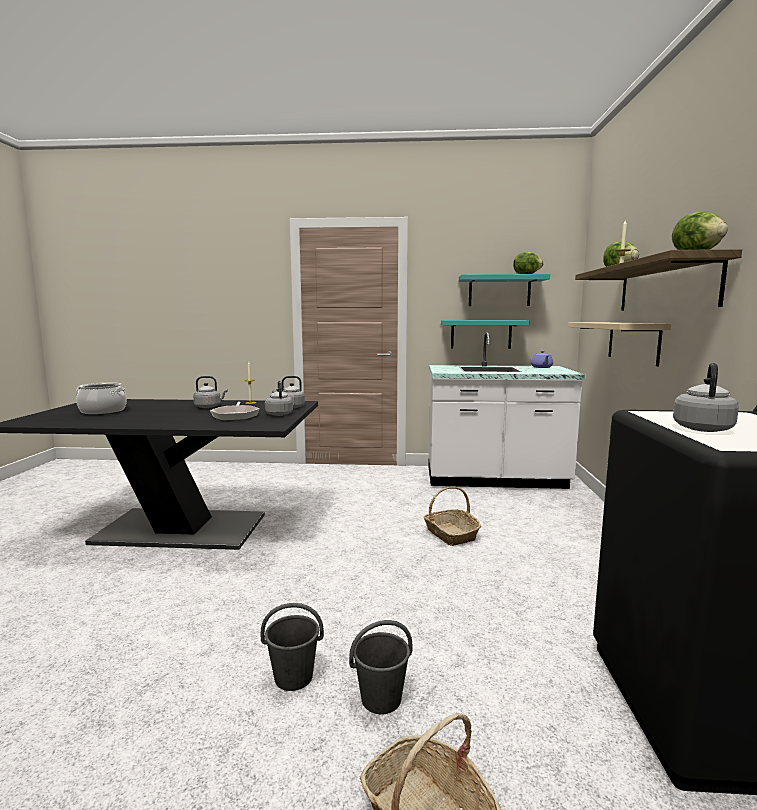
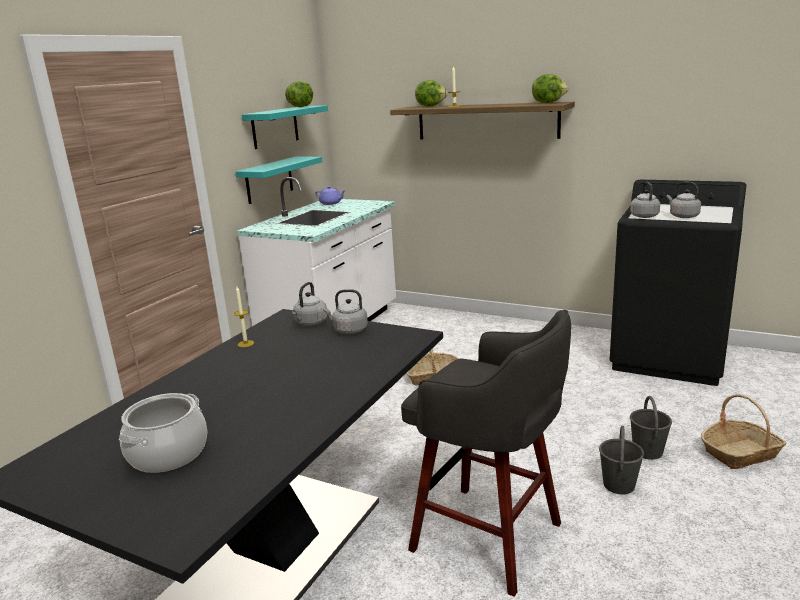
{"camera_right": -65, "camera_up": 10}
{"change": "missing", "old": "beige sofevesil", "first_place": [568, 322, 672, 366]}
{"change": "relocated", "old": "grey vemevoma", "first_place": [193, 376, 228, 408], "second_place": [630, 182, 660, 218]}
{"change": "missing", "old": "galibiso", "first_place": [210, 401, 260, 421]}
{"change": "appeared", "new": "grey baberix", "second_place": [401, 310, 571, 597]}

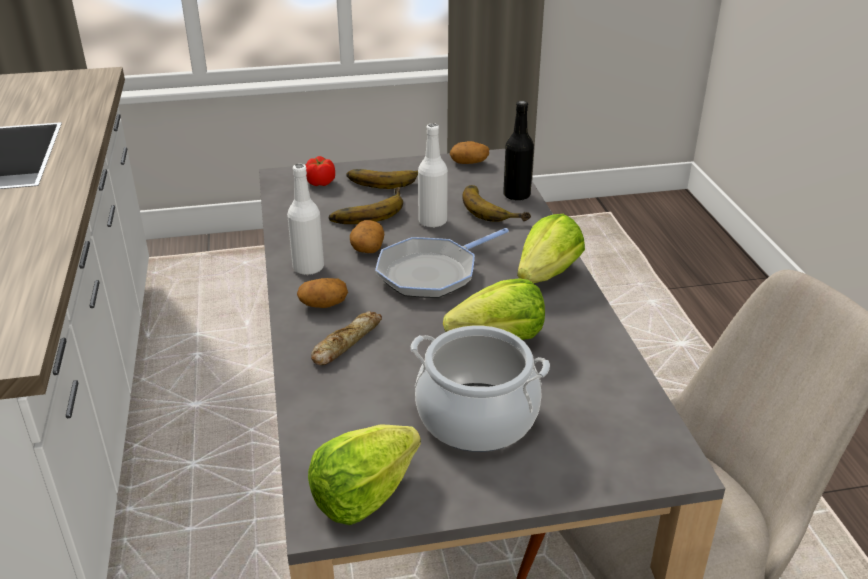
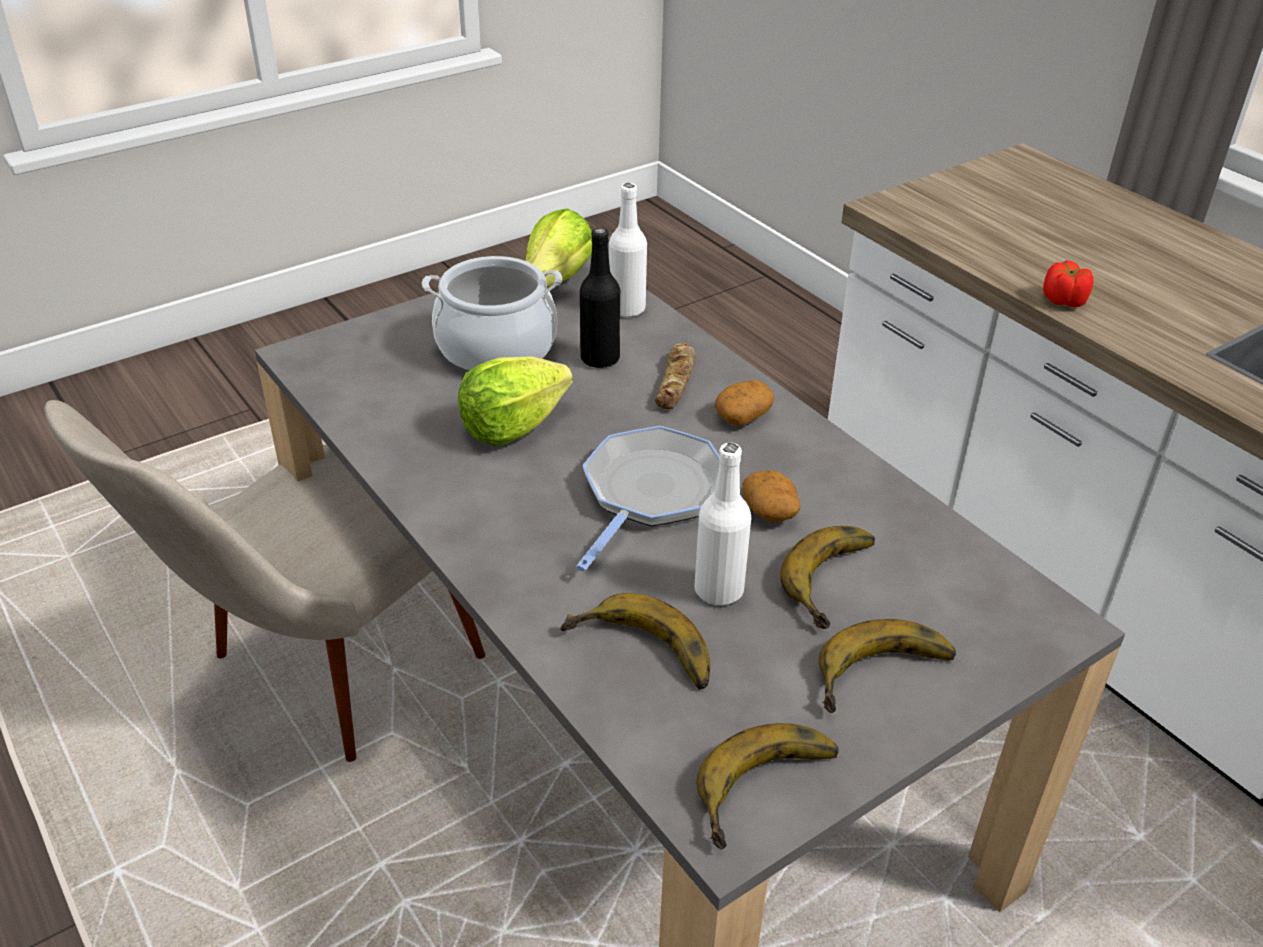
{"camera_right": 155, "camera_up": 5}
{"change": "relocated", "old": "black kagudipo", "first_place": [503, 101, 534, 201], "second_place": [580, 228, 620, 368]}
{"change": "exchanged", "old": "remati", "new": "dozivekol", "first_place": [450, 141, 489, 164], "second_place": [697, 723, 839, 849]}
{"change": "relocated", "old": "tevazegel", "first_place": [305, 156, 335, 186], "second_place": [1043, 260, 1094, 308]}
{"change": "relocated", "old": "white kagudipo", "first_place": [287, 164, 324, 275], "second_place": [609, 183, 647, 317]}
{"change": "missing", "old": "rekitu", "first_place": [517, 214, 585, 283]}

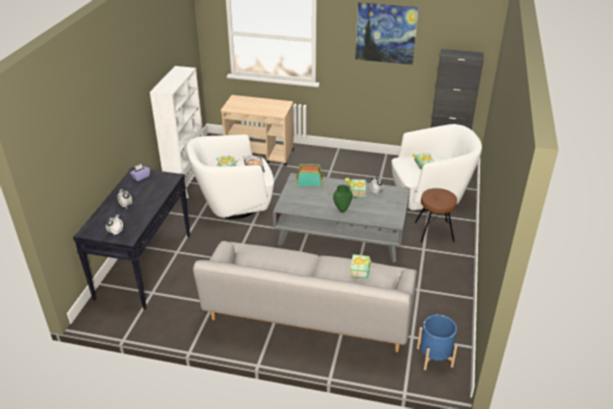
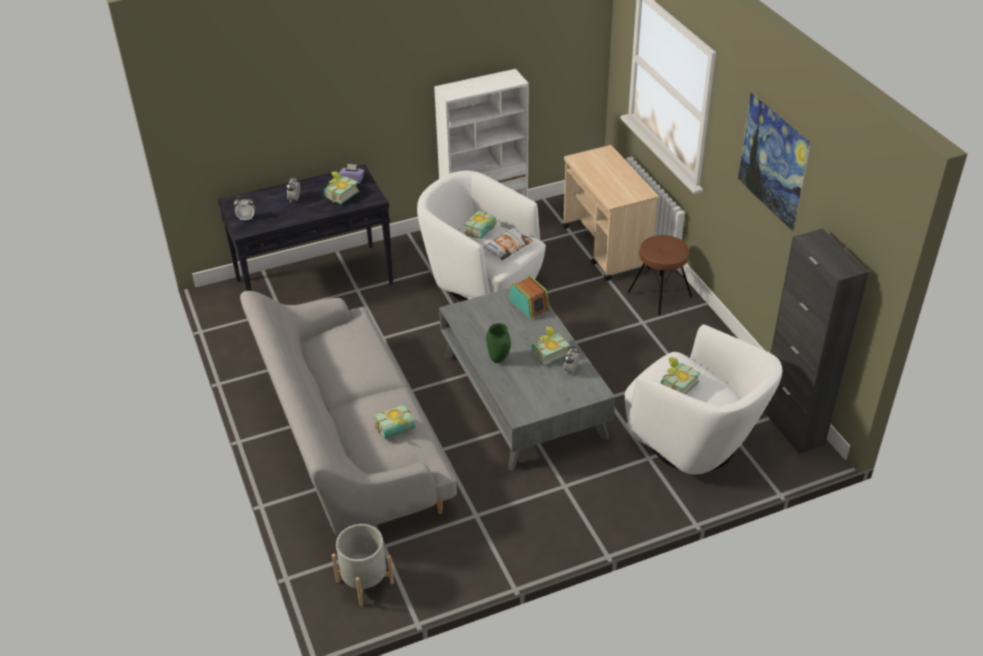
{"camera_right": 55, "camera_up": 5}
{"change": "relocated", "old": "brown baberix", "first_place": [415, 188, 457, 243], "second_place": [627, 235, 693, 316]}
{"change": "colour", "old": "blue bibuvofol", "new": "grey bibuvofol", "first_place": [417, 315, 457, 370], "second_place": [332, 524, 394, 606]}
{"change": "appeared", "new": "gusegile", "second_place": [324, 171, 359, 204]}

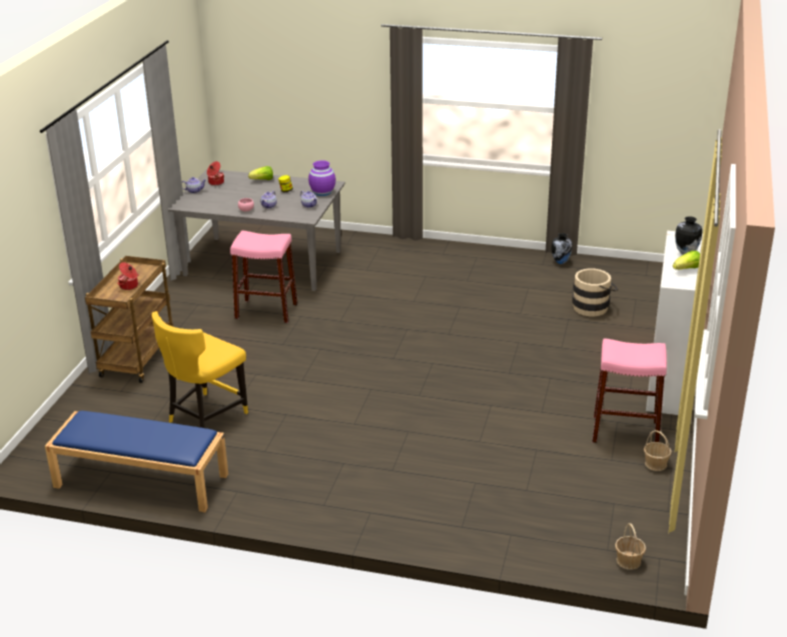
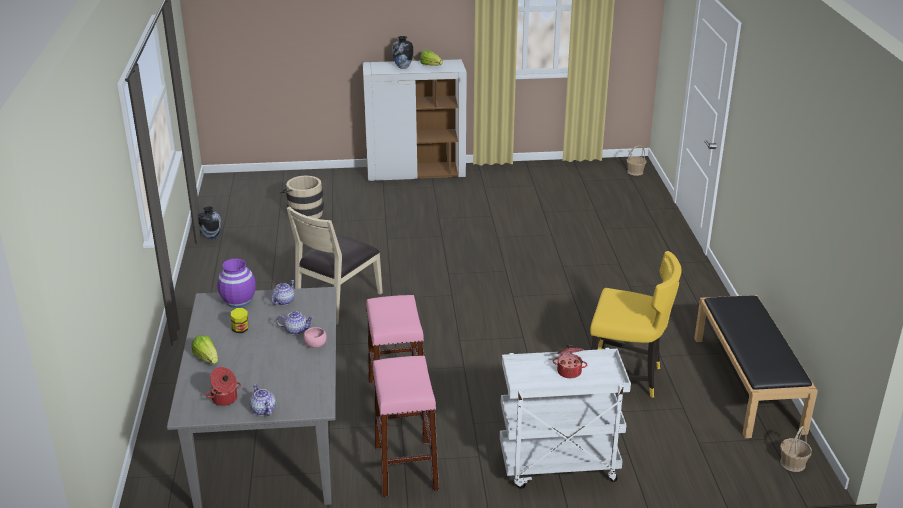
{"camera_right": -110, "camera_up": 0}
{"change": "colour", "old": "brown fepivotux", "new": "white fepivotux", "first_place": [85, 256, 174, 383], "second_place": [500, 348, 631, 489]}
{"change": "relocated", "old": "pink baberix", "first_place": [592, 338, 667, 443], "second_place": [373, 356, 439, 497]}
{"change": "colour", "old": "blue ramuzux", "new": "black ramuzux", "first_place": [45, 411, 228, 512], "second_place": [694, 295, 818, 438]}
{"change": "relocated", "old": "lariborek", "first_place": [644, 430, 672, 471], "second_place": [780, 426, 812, 472]}
{"change": "appeared", "new": "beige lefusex", "second_place": [287, 207, 383, 325]}

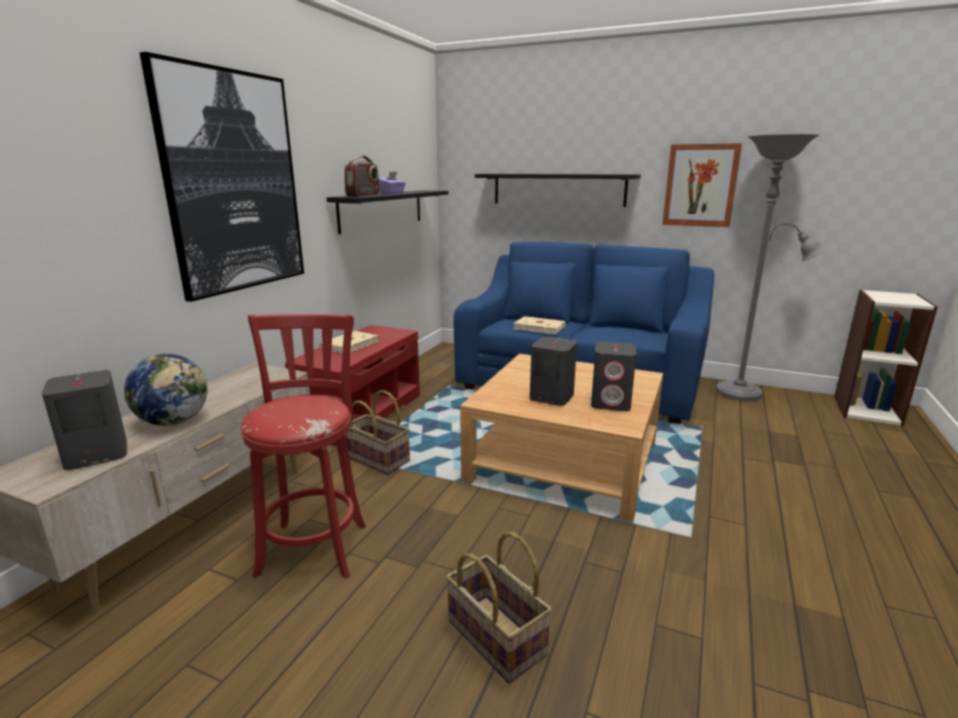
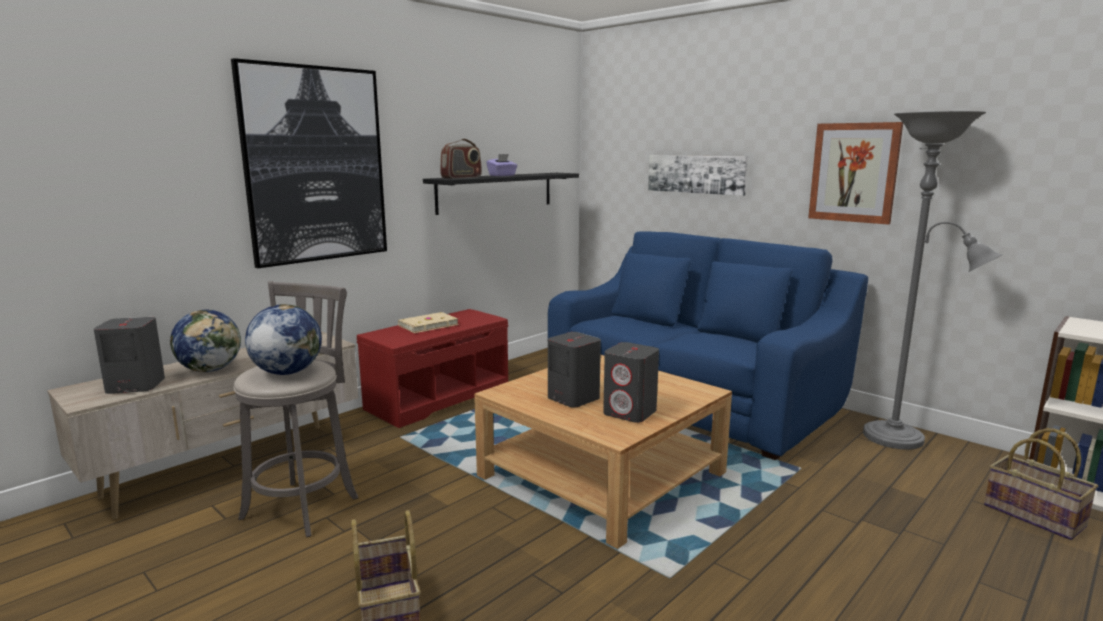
{"camera_right": 20, "camera_up": -5}
{"change": "exchanged", "old": "black sofevesil", "new": "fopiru", "first_place": [475, 174, 641, 207], "second_place": [648, 155, 748, 196]}
{"change": "colour", "old": "red baberix", "new": "grey baberix", "first_place": [241, 314, 366, 578], "second_place": [233, 281, 358, 537]}
{"change": "missing", "old": "beige gusegile", "first_place": [513, 316, 566, 334]}
{"change": "relocated", "old": "lariborek", "first_place": [345, 390, 410, 475], "second_place": [984, 428, 1098, 540]}
{"change": "appeared", "new": "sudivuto", "second_place": [245, 304, 322, 375]}

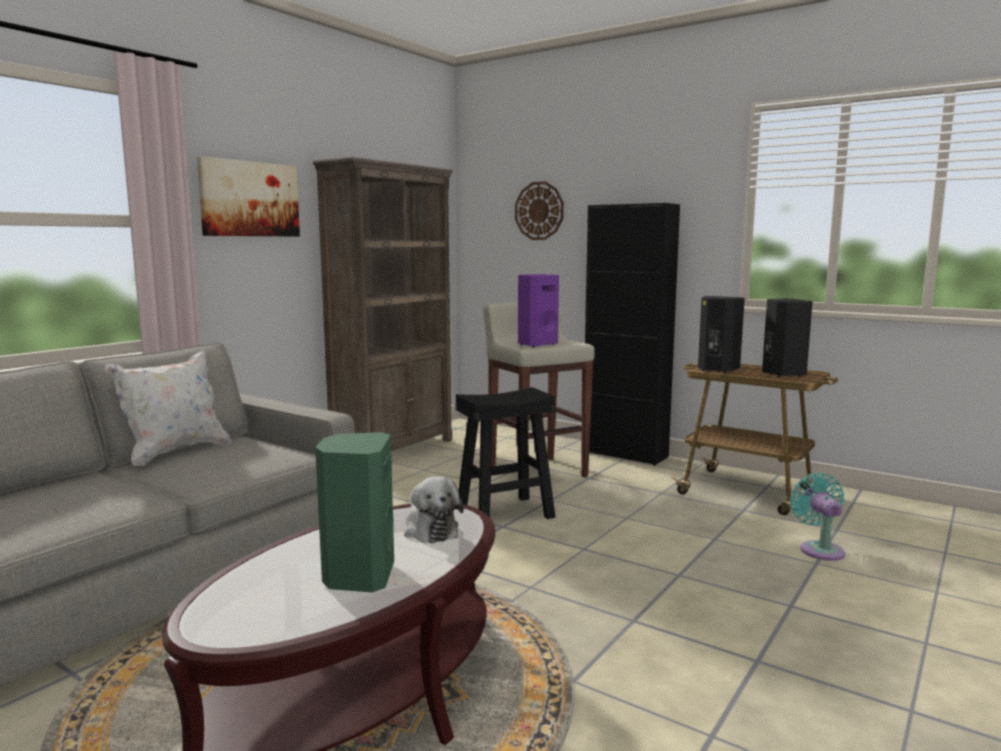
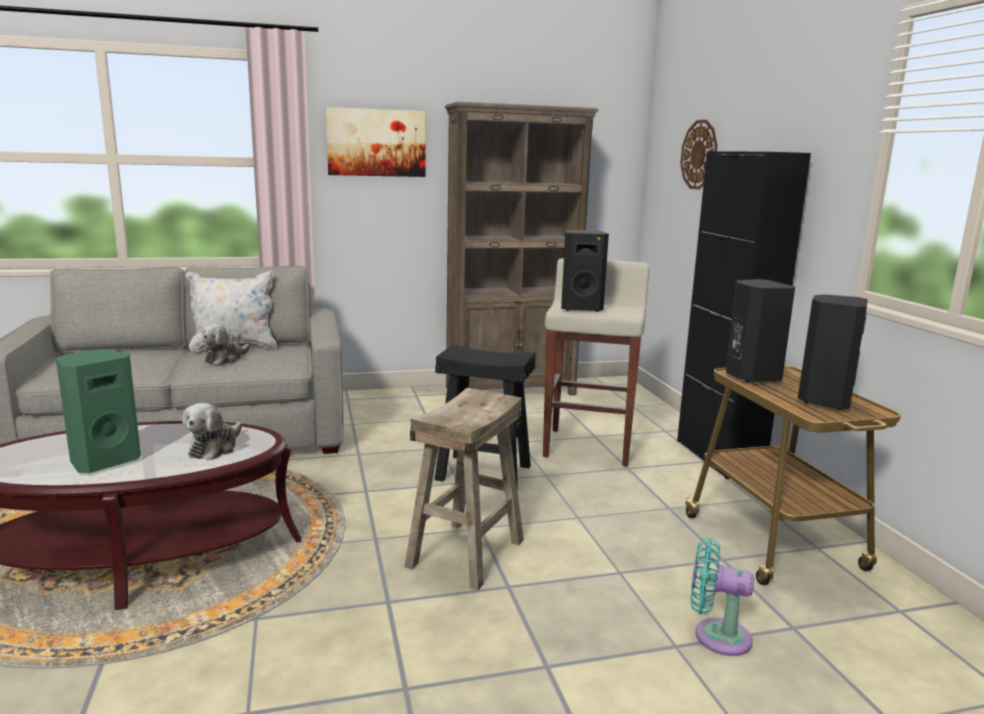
{"camera_right": 40, "camera_up": 5}
{"change": "colour", "old": "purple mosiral", "new": "black mosiral", "first_place": [518, 274, 559, 347], "second_place": [561, 230, 609, 312]}
{"change": "spun", "old": "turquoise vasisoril", "first_place": [790, 473, 845, 561], "second_place": [690, 538, 754, 656], "degrees": -105}
{"change": "appeared", "new": "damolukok", "second_place": [201, 324, 250, 365]}
{"change": "appeared", "new": "beige baberix", "second_place": [404, 388, 524, 590]}

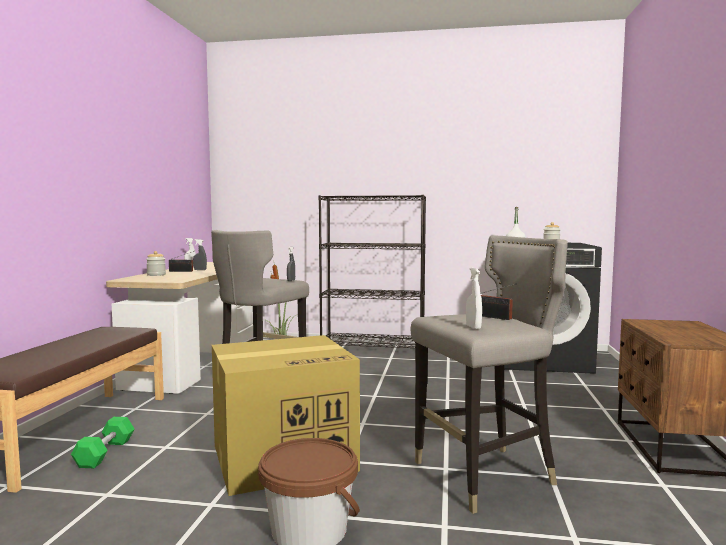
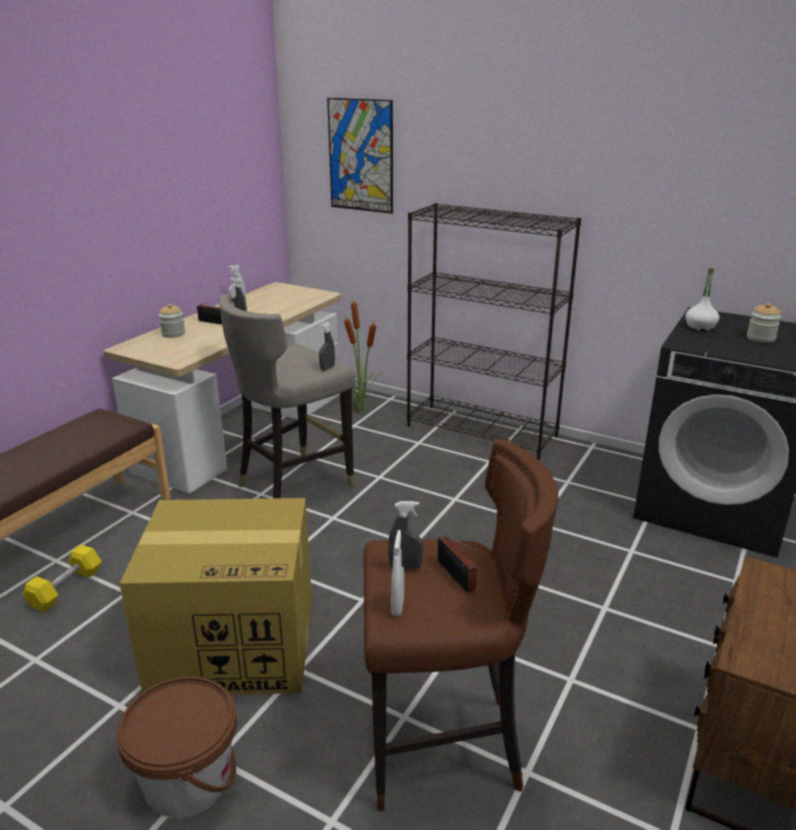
{"camera_right": 20, "camera_up": 20}
{"change": "colour", "old": "grey baberix", "new": "brown baberix", "first_place": [411, 235, 568, 514], "second_place": [364, 439, 559, 811]}
{"change": "colour", "old": "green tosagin", "new": "yellow tosagin", "first_place": [71, 417, 134, 468], "second_place": [23, 545, 102, 612]}
{"change": "appeared", "new": "fopiru", "second_place": [327, 98, 393, 214]}
{"change": "appeared", "new": "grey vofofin", "second_place": [388, 501, 423, 570]}

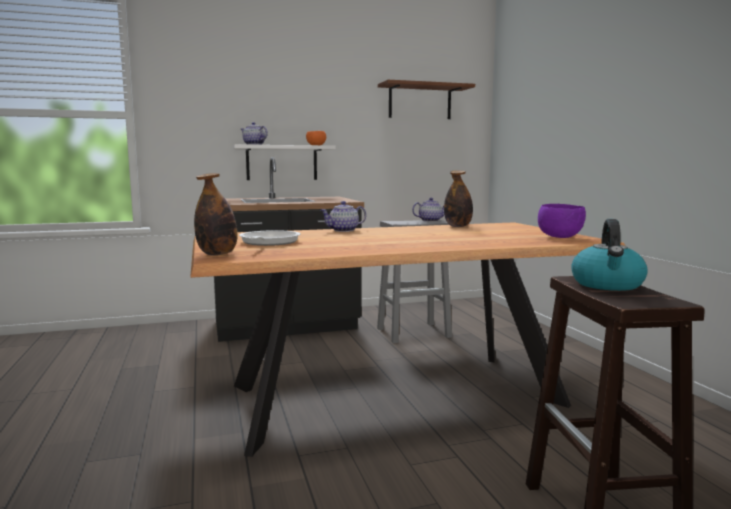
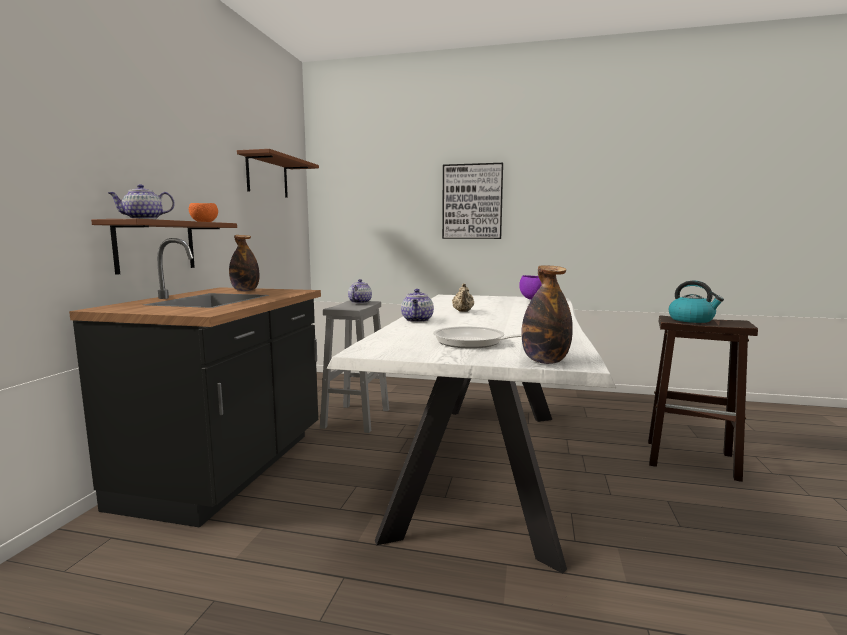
{"camera_right": -60, "camera_up": 0}
{"change": "colour", "old": "white sofevesil", "new": "brown sofevesil", "first_place": [232, 145, 336, 180], "second_place": [91, 219, 237, 275]}
{"change": "relocated", "old": "kagudipo", "first_place": [444, 170, 473, 227], "second_place": [229, 235, 260, 291]}
{"change": "colour", "old": "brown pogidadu", "new": "white pogidadu", "first_place": [190, 222, 625, 457], "second_place": [326, 295, 616, 574]}
{"change": "appeared", "new": "fopiru", "second_place": [442, 163, 503, 239]}
{"change": "appeared", "new": "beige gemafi", "second_place": [452, 284, 474, 312]}

